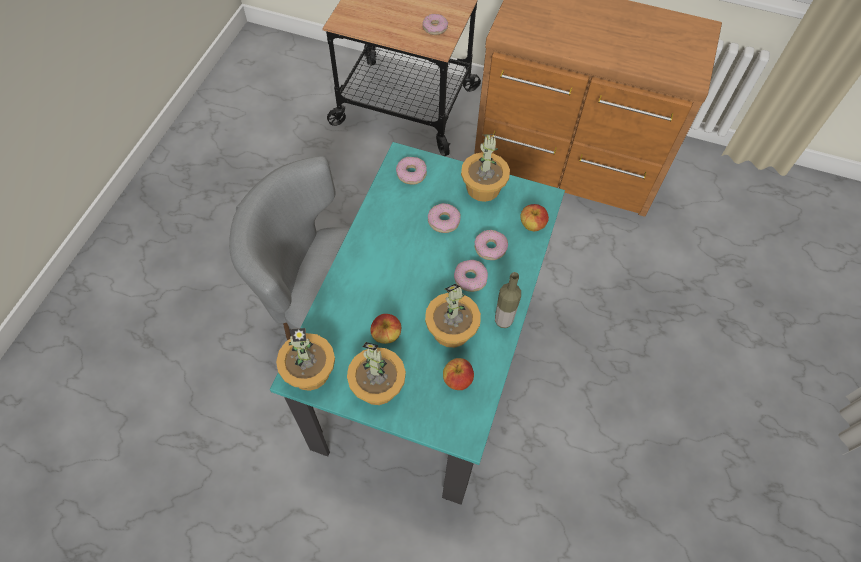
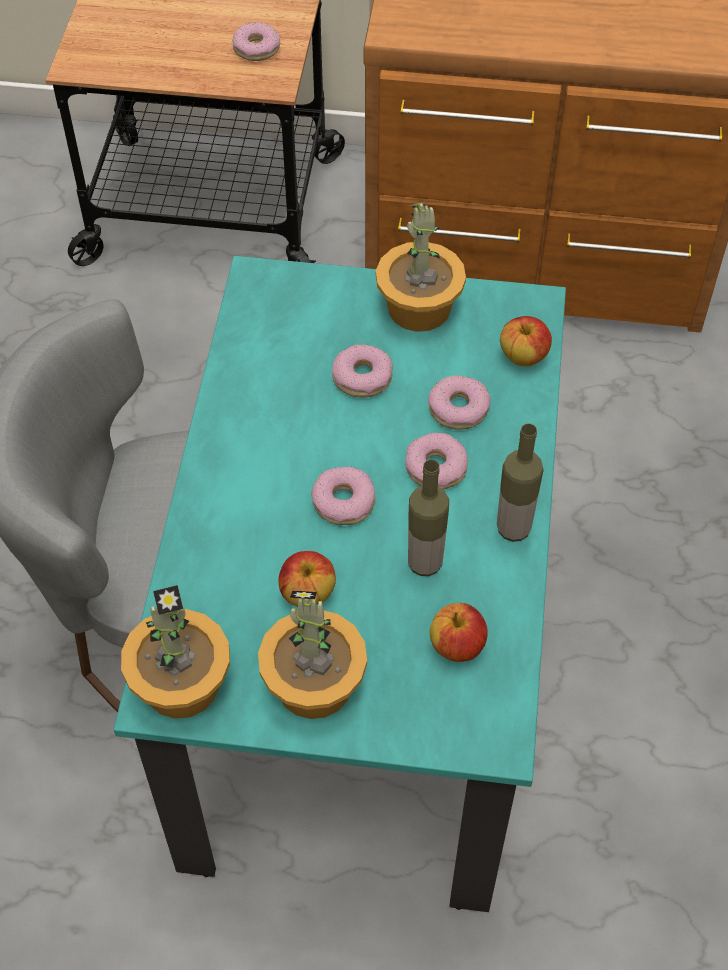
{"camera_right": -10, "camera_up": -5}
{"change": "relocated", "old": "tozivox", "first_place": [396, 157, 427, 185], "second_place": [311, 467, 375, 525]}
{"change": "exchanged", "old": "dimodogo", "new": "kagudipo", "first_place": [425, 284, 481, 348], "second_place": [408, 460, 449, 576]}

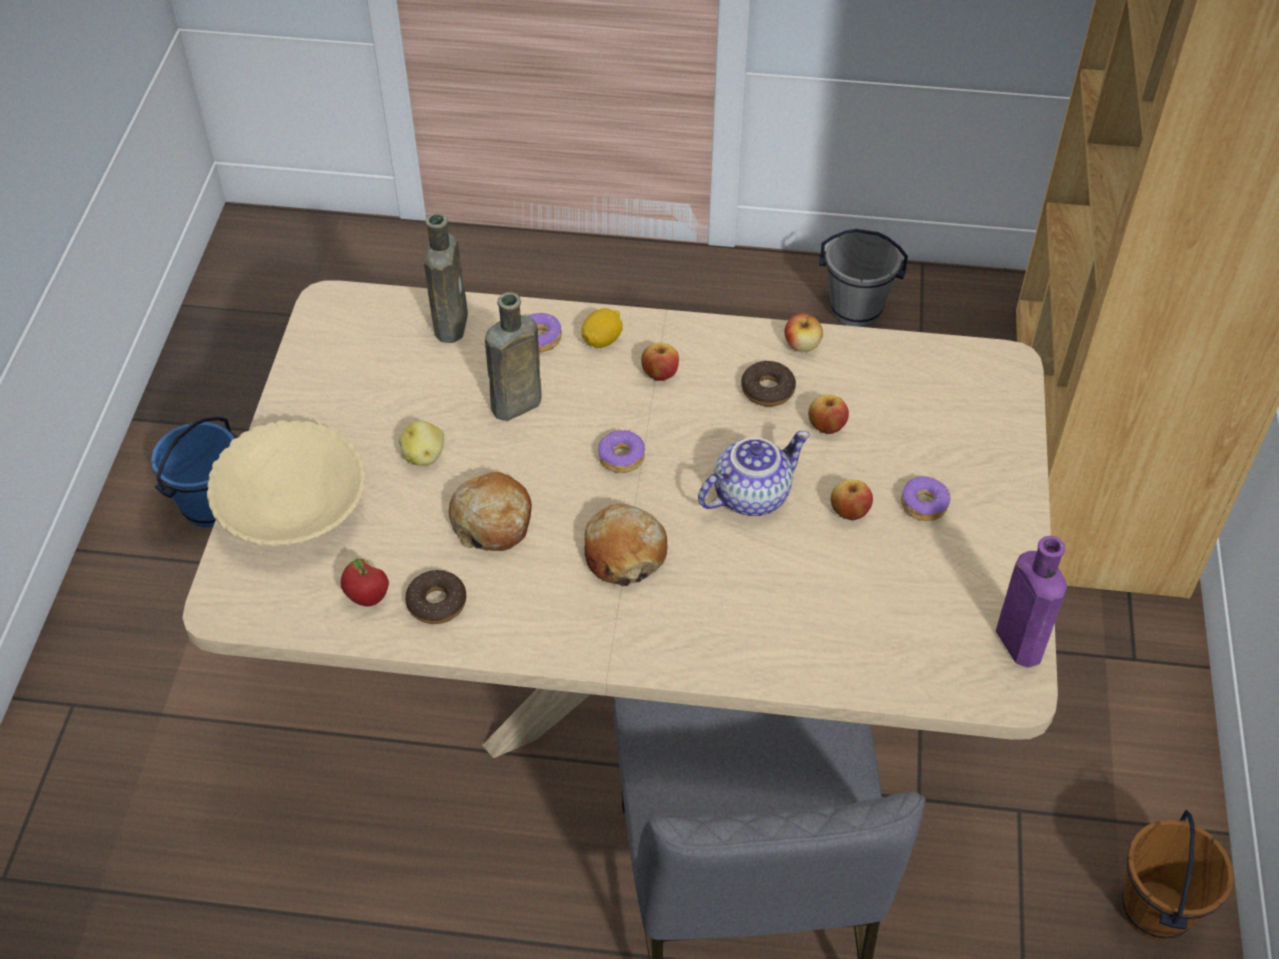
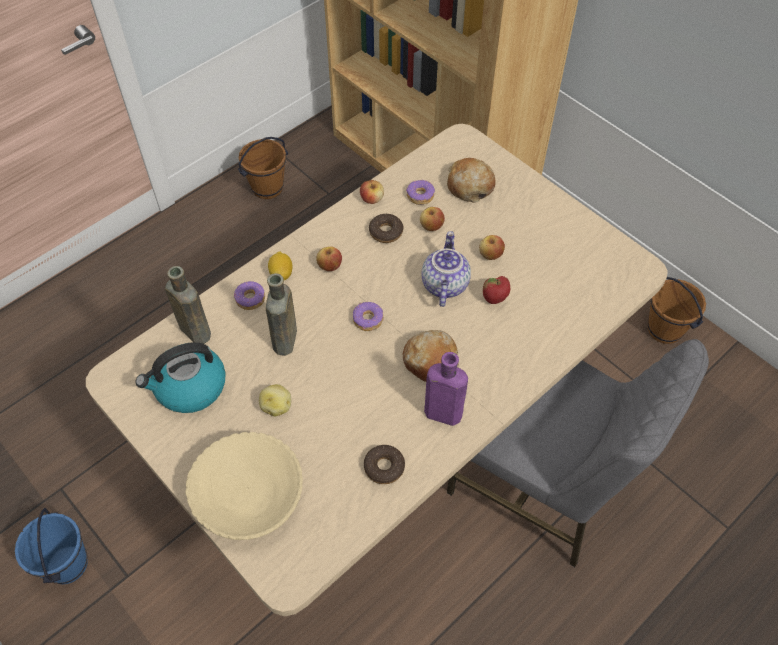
{"camera_right": -50, "camera_up": 5}
{"change": "colour", "old": "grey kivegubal", "new": "brown kivegubal", "first_place": [819, 229, 908, 327], "second_place": [238, 137, 288, 199]}
{"change": "relocated", "old": "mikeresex", "first_place": [449, 472, 532, 551], "second_place": [447, 158, 496, 203]}
{"change": "relocated", "old": "tozivox", "first_place": [901, 476, 950, 521], "second_place": [406, 180, 435, 205]}
{"change": "relocated", "old": "purple kagudipo", "first_place": [996, 536, 1067, 668], "second_place": [424, 352, 468, 426]}
{"change": "relocated", "old": "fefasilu", "first_place": [341, 558, 389, 606], "second_place": [483, 276, 510, 304]}
{"change": "appeared", "new": "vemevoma", "second_place": [136, 342, 226, 413]}

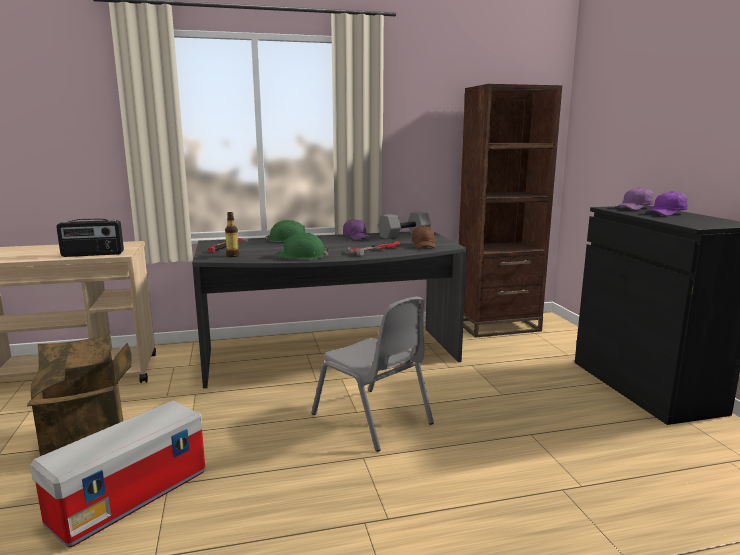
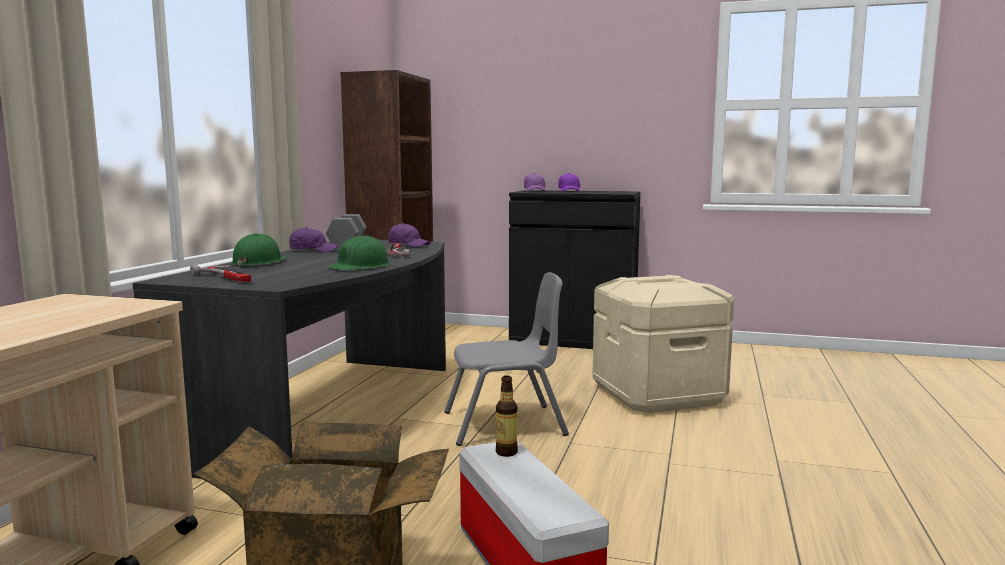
{"camera_right": -60, "camera_up": -5}
{"change": "relocated", "old": "kagudipo", "first_place": [225, 212, 239, 257], "second_place": [496, 375, 518, 457]}
{"change": "missing", "old": "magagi", "first_place": [56, 218, 124, 257]}
{"change": "colour", "old": "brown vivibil", "new": "purple vivibil", "first_place": [412, 226, 436, 249], "second_place": [388, 223, 430, 247]}
{"change": "appeared", "new": "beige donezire", "second_place": [592, 275, 734, 413]}

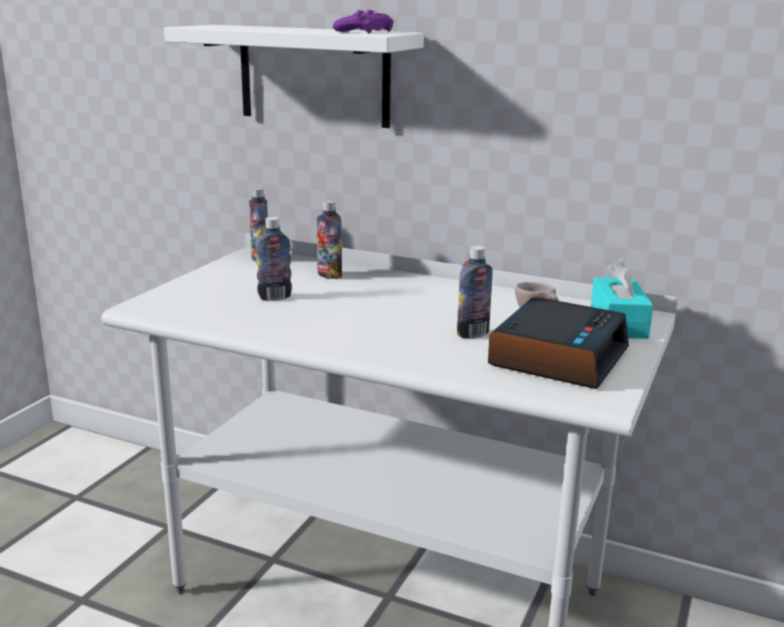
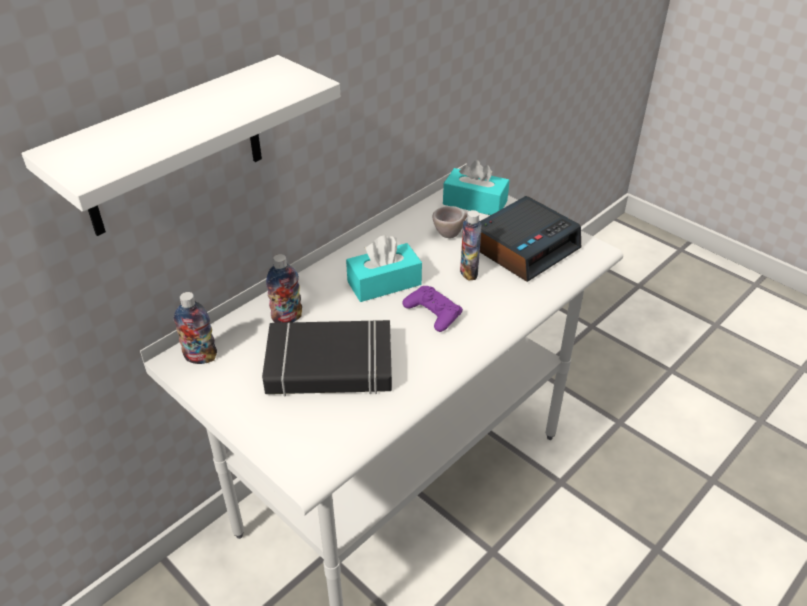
{"camera_right": -70, "camera_up": 20}
{"change": "relocated", "old": "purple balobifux", "first_place": [333, 10, 394, 33], "second_place": [402, 286, 463, 332]}
{"change": "exchanged", "old": "kagudipo", "new": "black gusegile", "first_place": [256, 217, 292, 301], "second_place": [262, 320, 392, 397]}
{"change": "spun", "old": "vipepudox", "first_place": [488, 297, 629, 389], "second_place": [480, 196, 581, 282], "degrees": 90}
{"change": "appeared", "new": "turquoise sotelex", "second_place": [346, 235, 422, 302]}

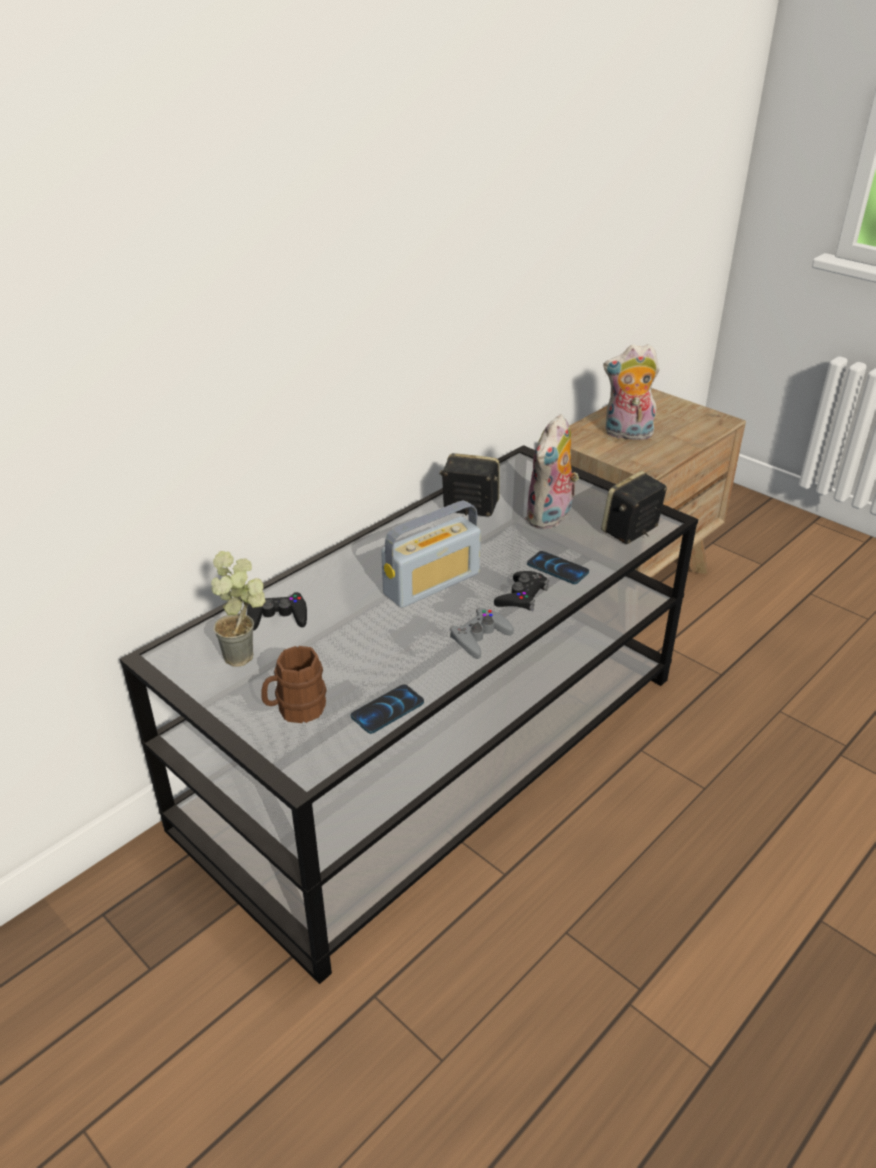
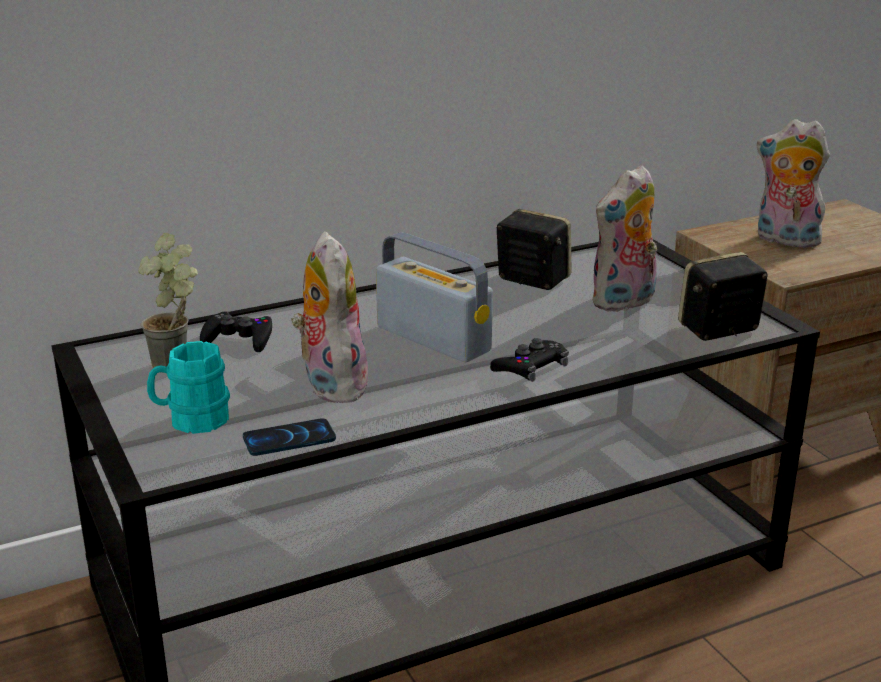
{"camera_right": 20, "camera_up": -10}
{"change": "spun", "old": "magagi", "first_place": [381, 500, 481, 608], "second_place": [376, 232, 493, 363], "degrees": -120}
{"change": "missing", "old": "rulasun", "first_place": [527, 551, 589, 584]}
{"change": "missing", "old": "grey balobifux", "first_place": [450, 608, 514, 659]}
{"change": "colour", "old": "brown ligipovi", "new": "turquoise ligipovi", "first_place": [262, 646, 327, 723], "second_place": [147, 341, 230, 434]}
{"change": "appeared", "new": "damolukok", "second_place": [291, 231, 368, 403]}

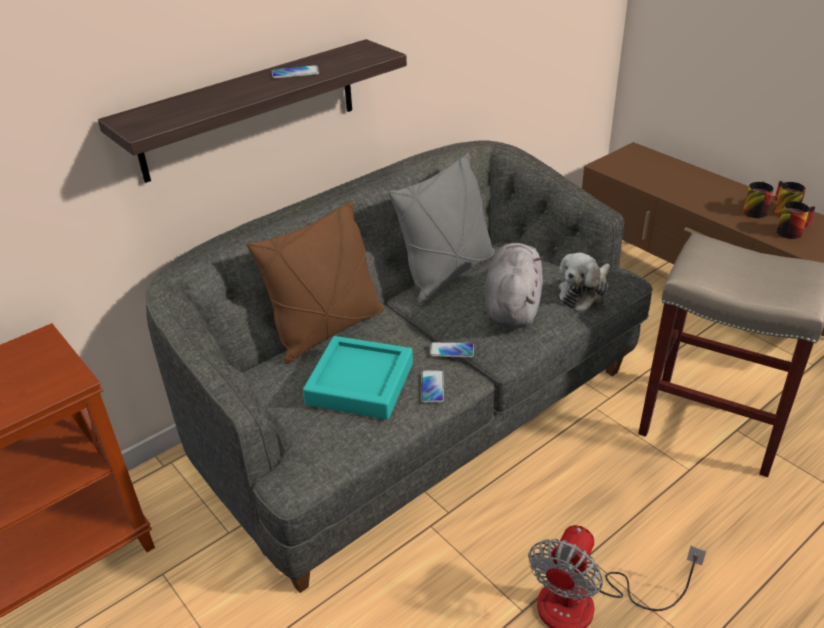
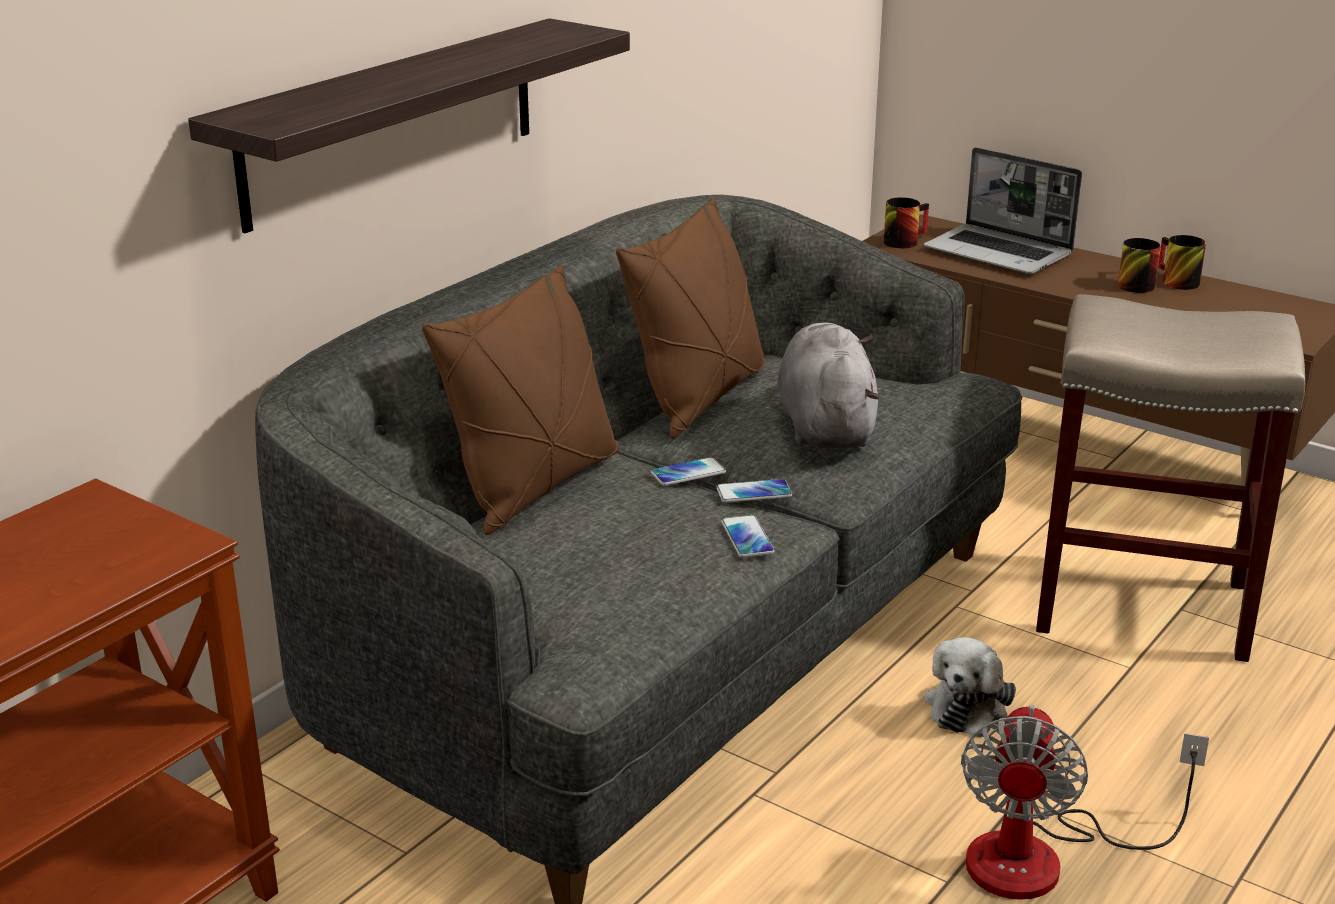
{"camera_right": -15, "camera_up": -10}
{"change": "relocated", "old": "rulasun", "first_place": [272, 65, 319, 79], "second_place": [651, 457, 726, 486]}
{"change": "colour", "old": "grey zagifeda", "new": "brown zagifeda", "first_place": [388, 153, 495, 304], "second_place": [616, 198, 765, 439]}
{"change": "relocated", "old": "ligipovi", "first_place": [776, 201, 815, 239], "second_place": [884, 197, 929, 248]}
{"change": "relocated", "old": "damolukok", "first_place": [559, 253, 610, 312], "second_place": [924, 637, 1016, 738]}
{"change": "missing", "old": "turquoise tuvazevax", "first_place": [303, 336, 413, 420]}
{"change": "appeared", "new": "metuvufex", "second_place": [924, 147, 1082, 274]}

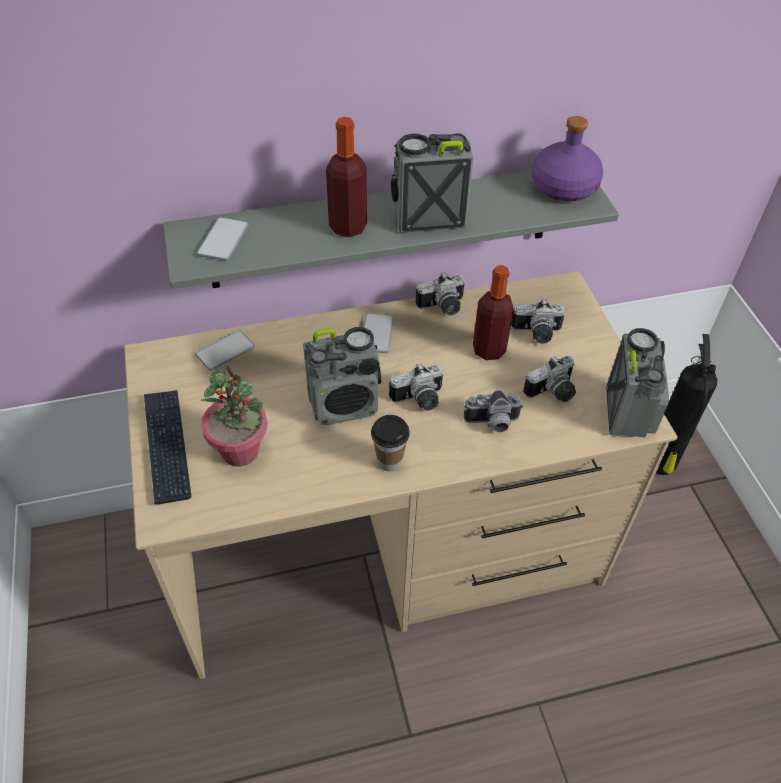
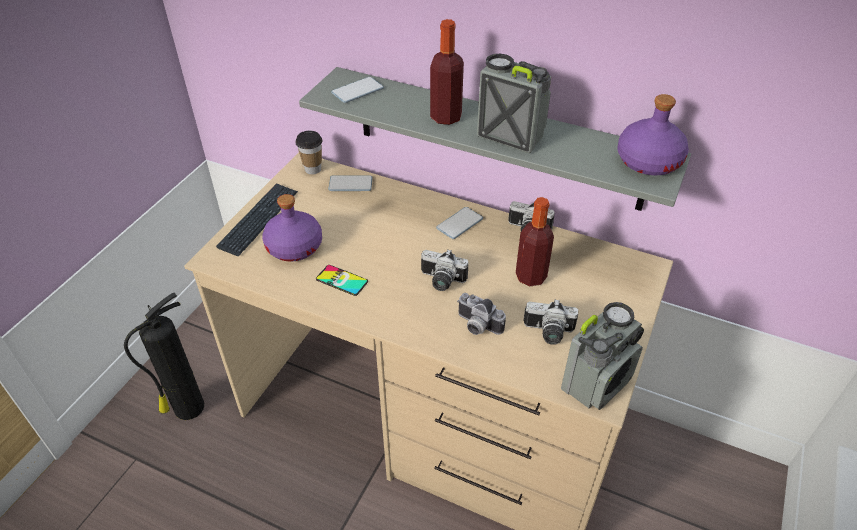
{"camera_right": 40, "camera_up": -5}
{"change": "missing", "old": "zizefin", "first_place": [511, 299, 565, 344]}
{"change": "missing", "old": "magagi", "first_place": [303, 327, 381, 425]}
{"change": "relocated", "old": "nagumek", "first_place": [656, 334, 718, 475], "second_place": [124, 292, 204, 420]}
{"change": "exchanged", "old": "dimodogo", "new": "purple kagudipo", "first_place": [200, 365, 267, 466], "second_place": [262, 194, 322, 262]}
{"change": "relocated", "old": "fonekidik", "first_place": [371, 415, 410, 471], "second_place": [295, 131, 322, 175]}
{"change": "appeared", "new": "rulasun", "second_place": [316, 265, 368, 296]}

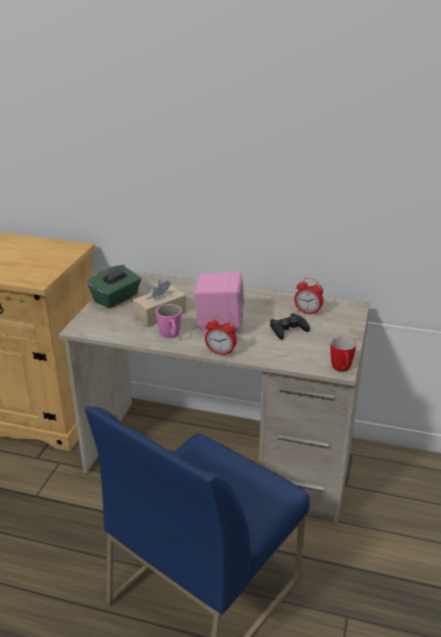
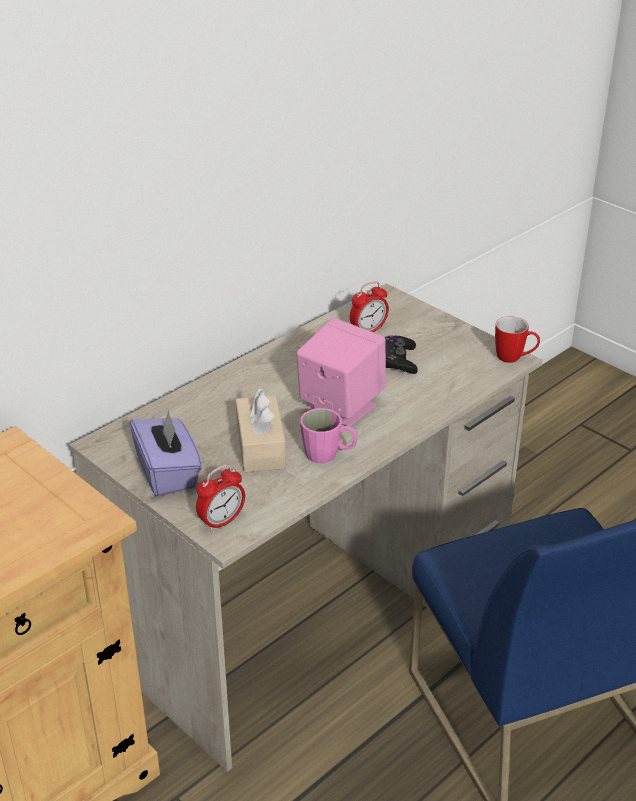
{"camera_right": -60, "camera_up": 5}
{"change": "colour", "old": "green sotelex", "new": "purple sotelex", "first_place": [87, 264, 141, 308], "second_place": [130, 410, 202, 497]}
{"change": "relocated", "old": "vipepudox", "first_place": [205, 316, 237, 356], "second_place": [196, 465, 245, 532]}

